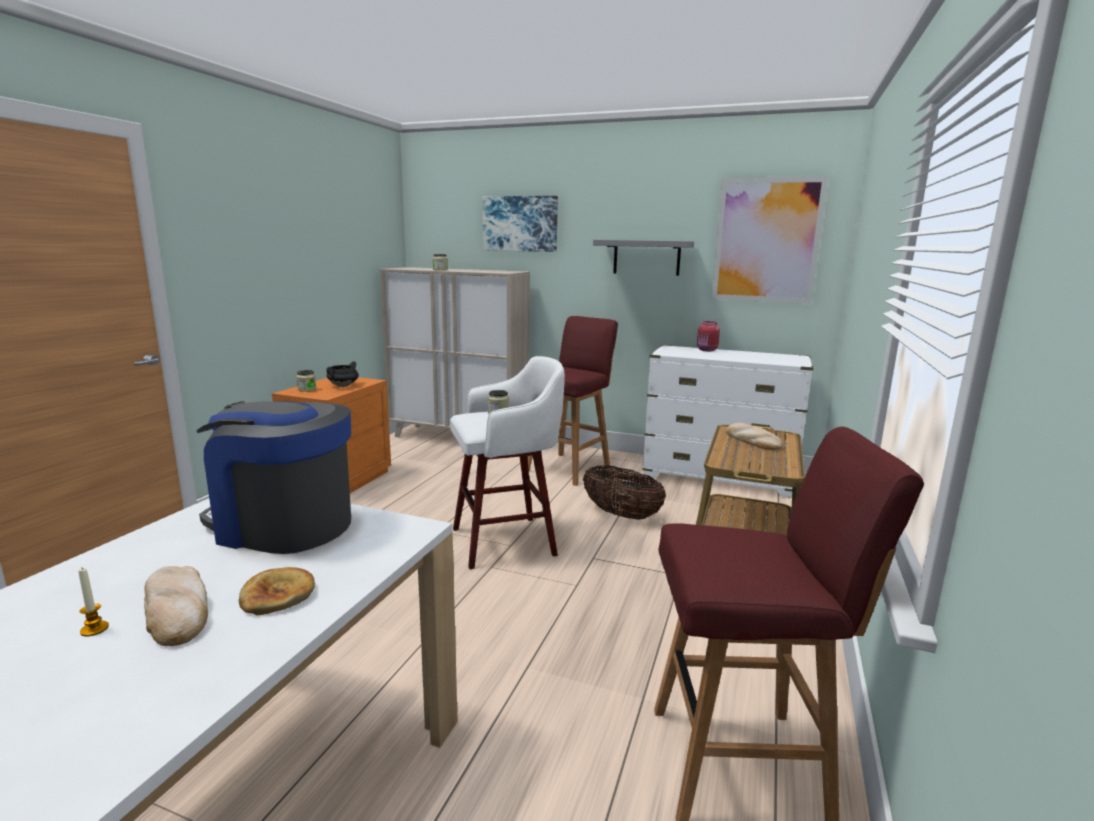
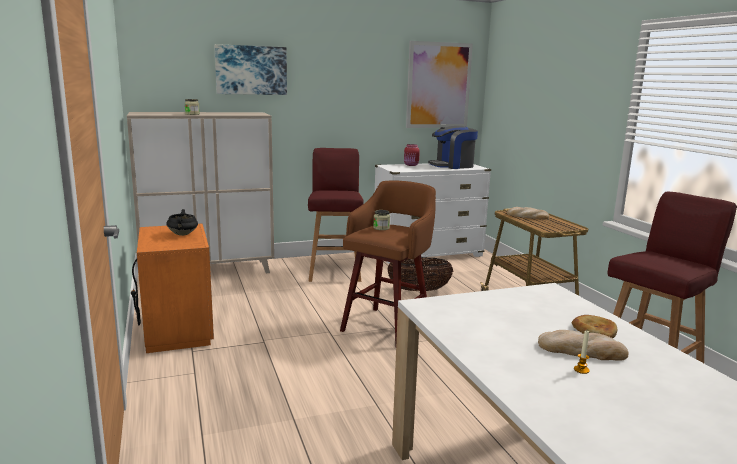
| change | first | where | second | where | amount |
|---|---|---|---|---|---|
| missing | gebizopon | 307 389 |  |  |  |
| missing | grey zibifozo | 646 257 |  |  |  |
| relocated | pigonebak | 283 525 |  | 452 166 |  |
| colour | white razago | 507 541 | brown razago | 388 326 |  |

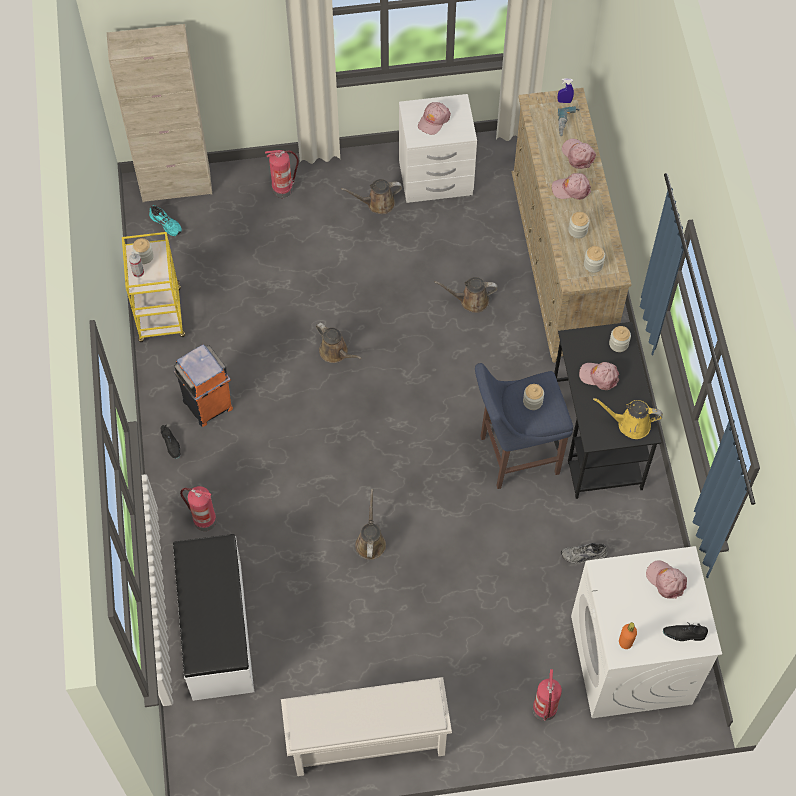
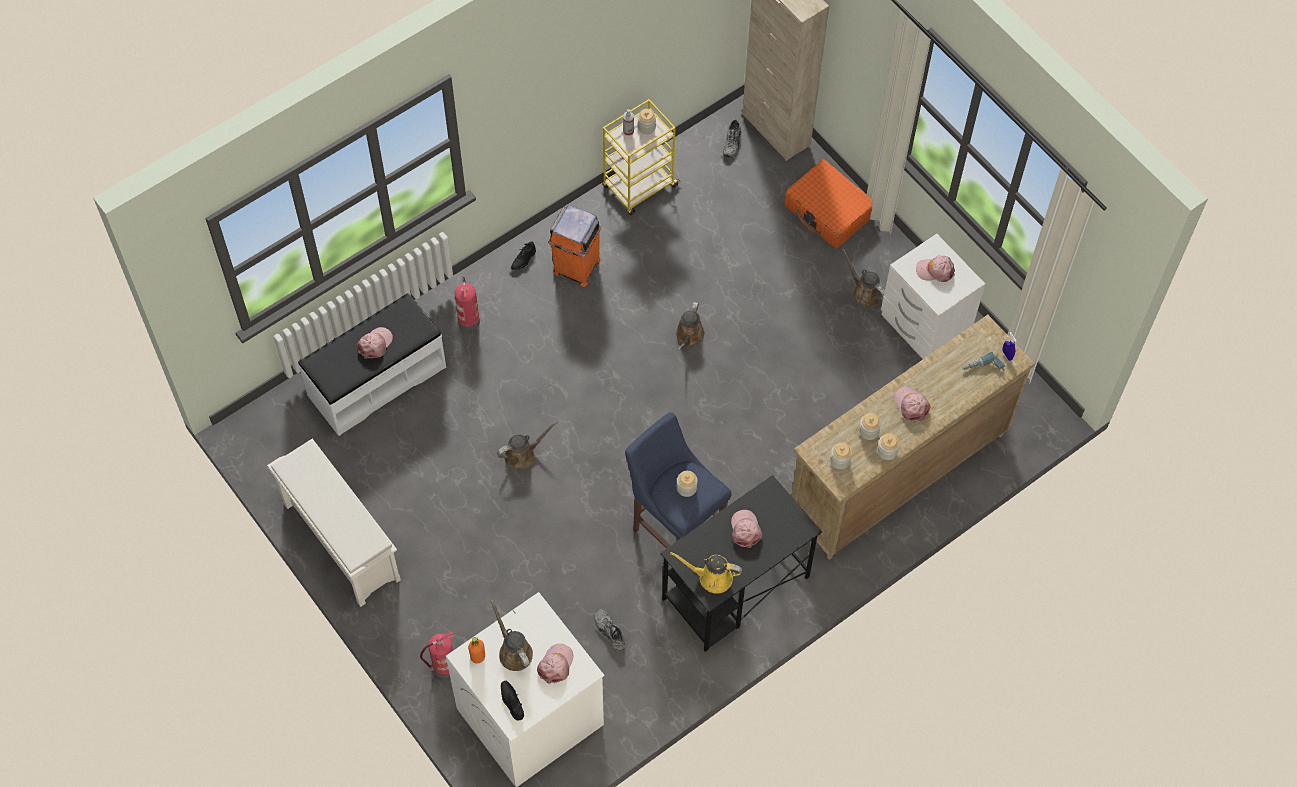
| change | first | where | second | where | amount |
|---|---|---|---|---|---|
| relocated | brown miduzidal | 471 300 |  | 513 651 |  |
| relocated | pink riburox | 578 155 |  | 375 344 |  |
| relocated | gebizopon | 618 344 |  | 887 451 |  |
| exchanged | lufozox | 283 189 | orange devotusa | 828 211 |  |
| colour | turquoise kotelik | 166 223 | grey kotelik | 733 143 |  |
| spun | yellow miduzidal | 630 424 |  | 711 577 | 60 degrees counterclockwise |

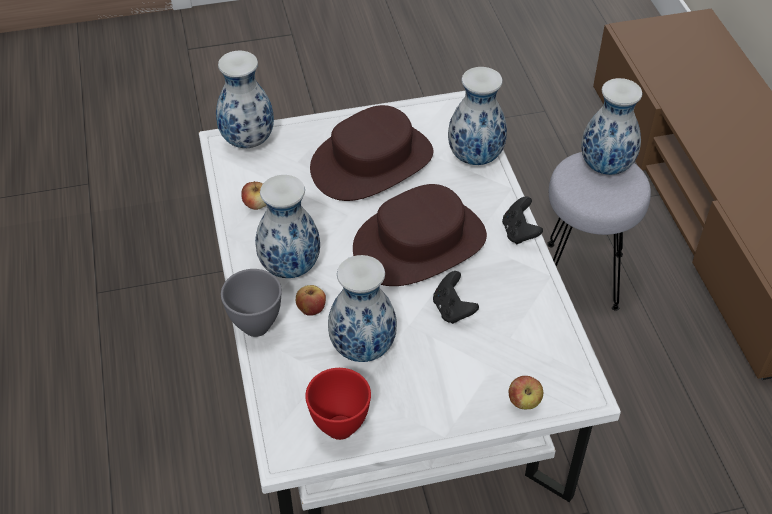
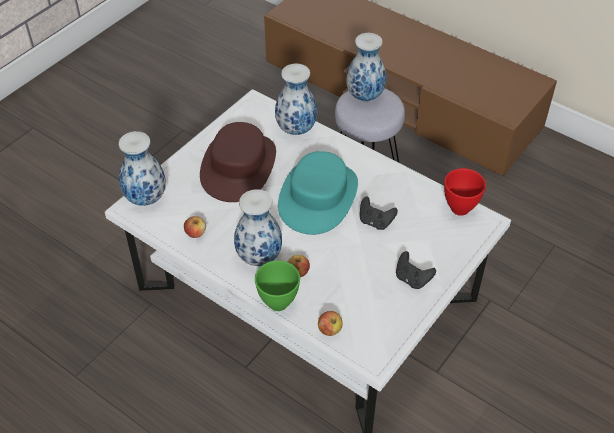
| change | first | where | second | where | amount |
|---|---|---|---|---|---|
| missing | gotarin | 363 347 |  |  |  |
| relocated | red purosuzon | 341 428 |  | 461 208 |  |
| relocated | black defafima | 519 232 |  | 412 279 |  |
| relocated | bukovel | 524 402 |  | 330 330 |  |
| colour | grey purosuzon | 256 327 | green purosuzon | 279 303 |  |
| colour | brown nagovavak | 420 244 | turquoise nagovavak | 318 197 |  |

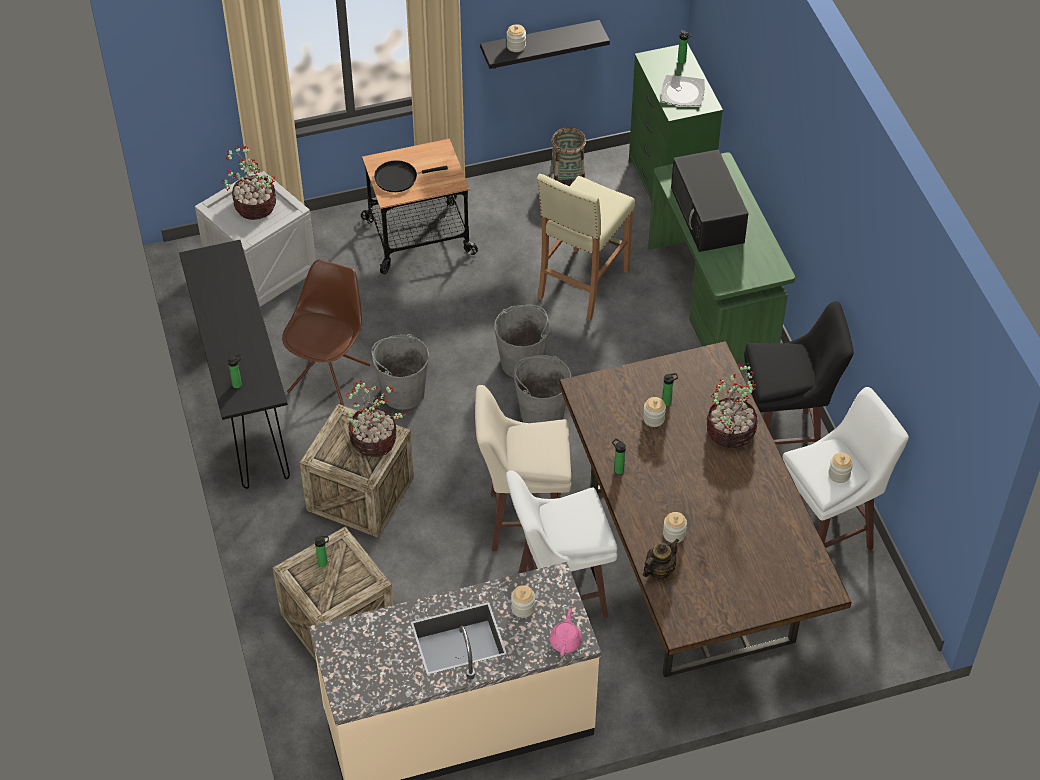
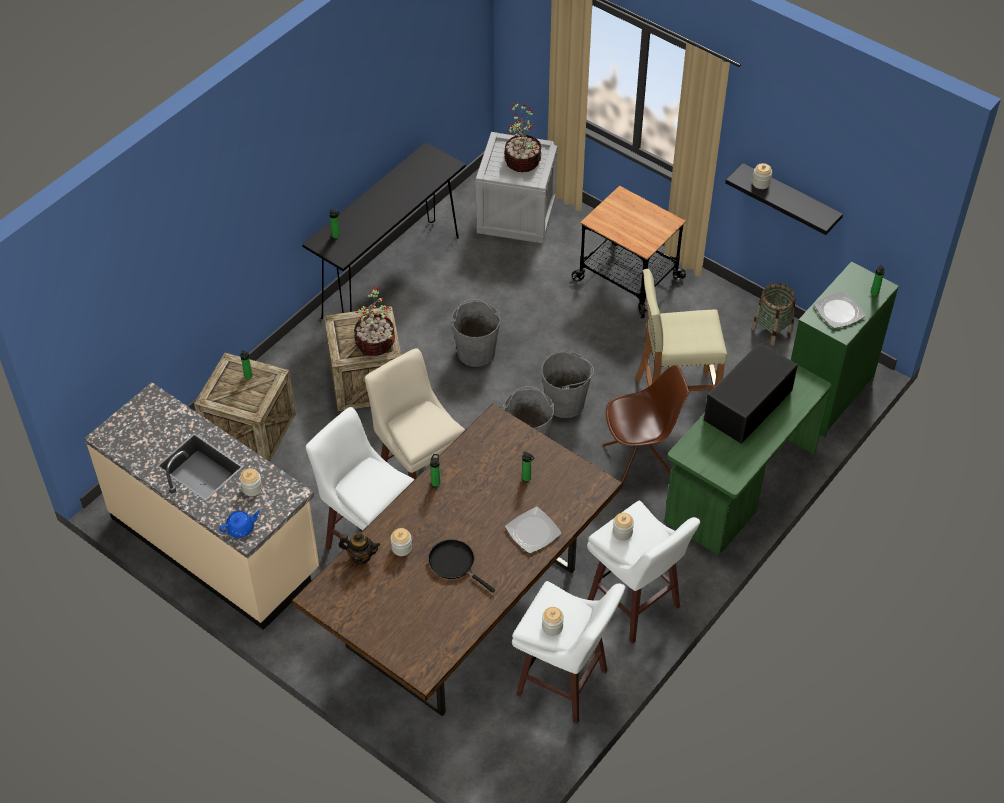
| change | first | where | second | where | amount |
|---|---|---|---|---|---|
| relocated | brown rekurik | 330 377 |  | 640 461 |  |
| relocated | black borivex | 399 178 |  | 454 563 |  |
| relocated | gebizopon | 653 419 |  | 622 532 |  |
| exchanged | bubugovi | 731 430 | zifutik | 533 532 |  |
| colour | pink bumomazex | 565 641 | blue bumomazex | 241 528 |  |
| colour | black razago | 783 440 | white razago | 635 606 |  |

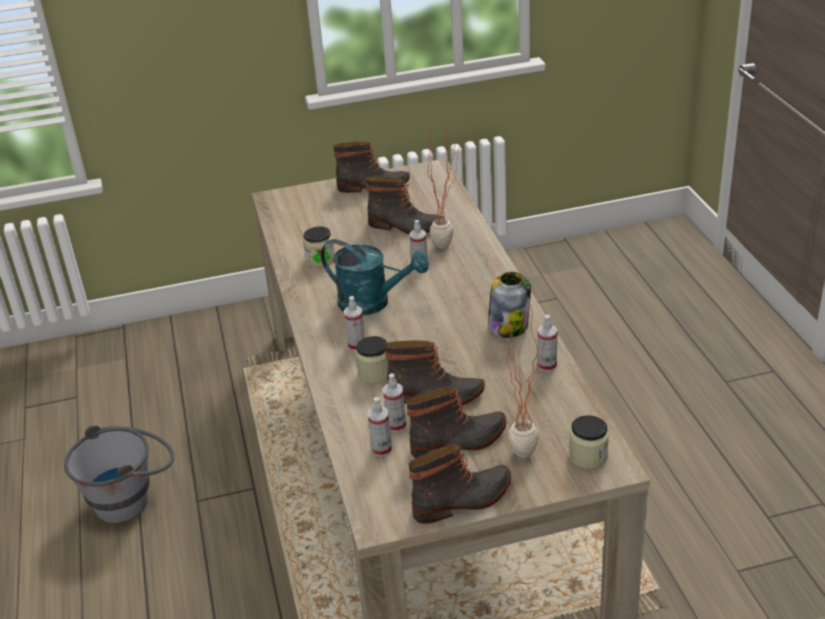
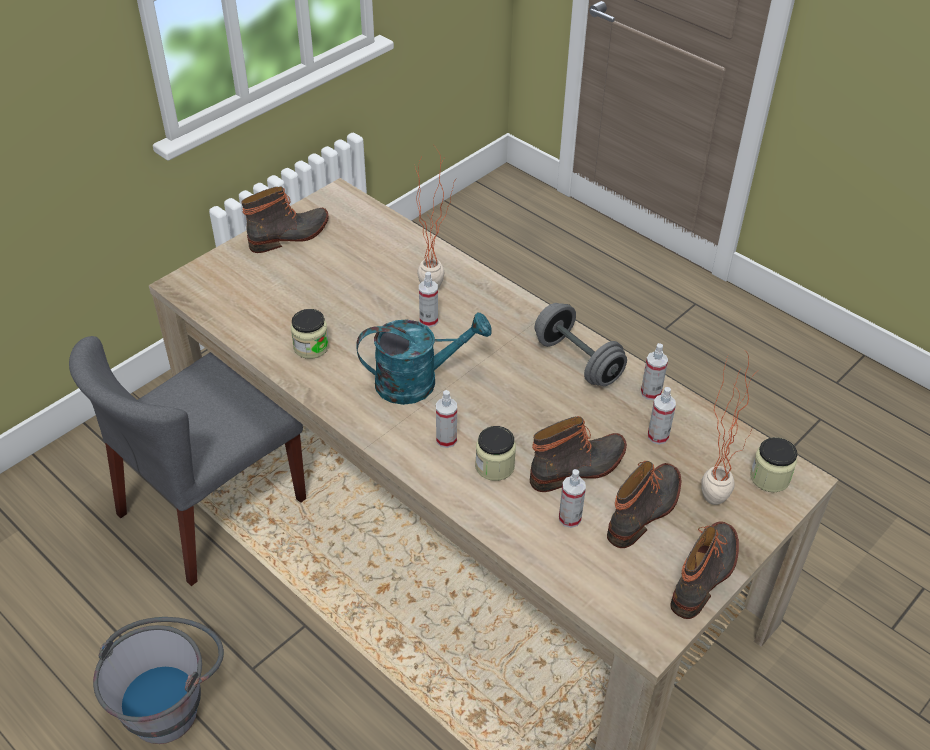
| change | first | where | second | where | amount |
|---|---|---|---|---|---|
| missing | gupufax | 405 226 |  |  |  |
| appeared |  |  | grey rekurik | 211 508 |  |
| relocated | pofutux | 381 449 |  | 658 436 |  |
| exchanged | gebizopon | 508 326 | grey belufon | 578 361 |  |

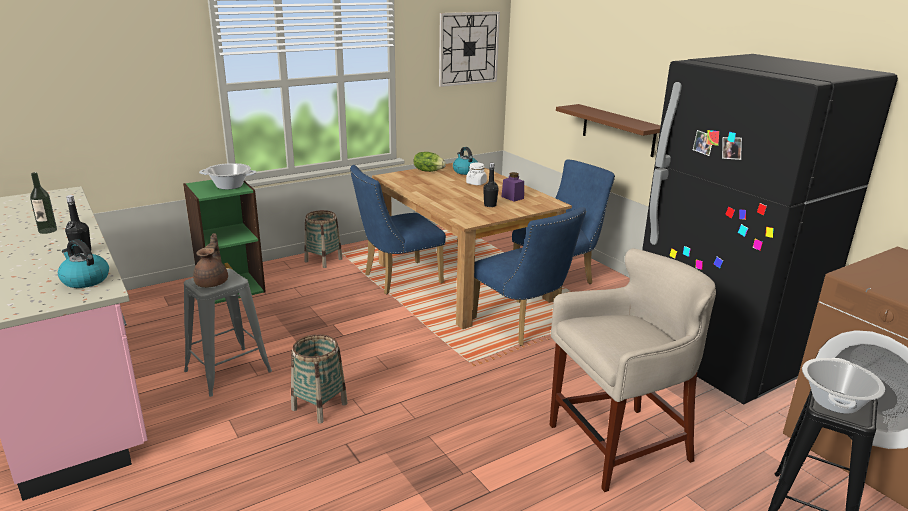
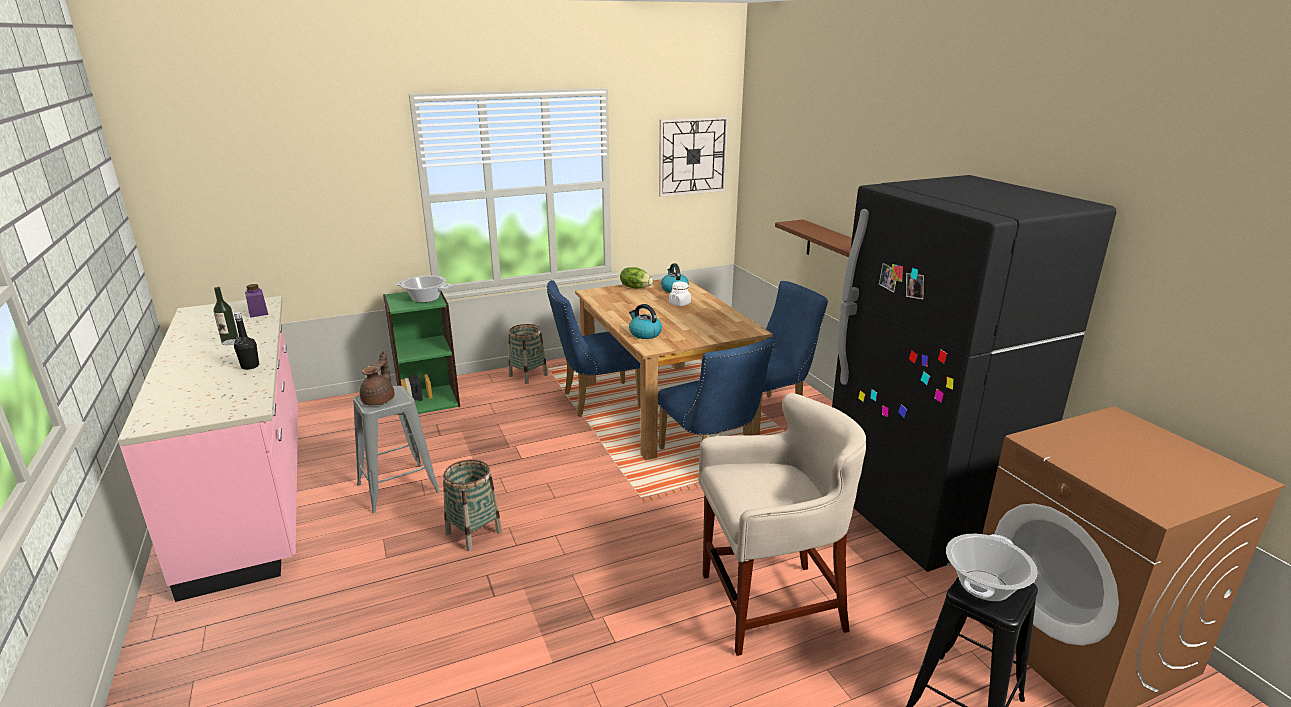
| change | first | where | second | where | amount |
|---|---|---|---|---|---|
| missing | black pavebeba | 490 205 |  |  |  |
| relocated | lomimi | 85 280 |  | 644 334 |  |
| relocated | purple gebizopon | 512 197 |  | 258 313 |  |

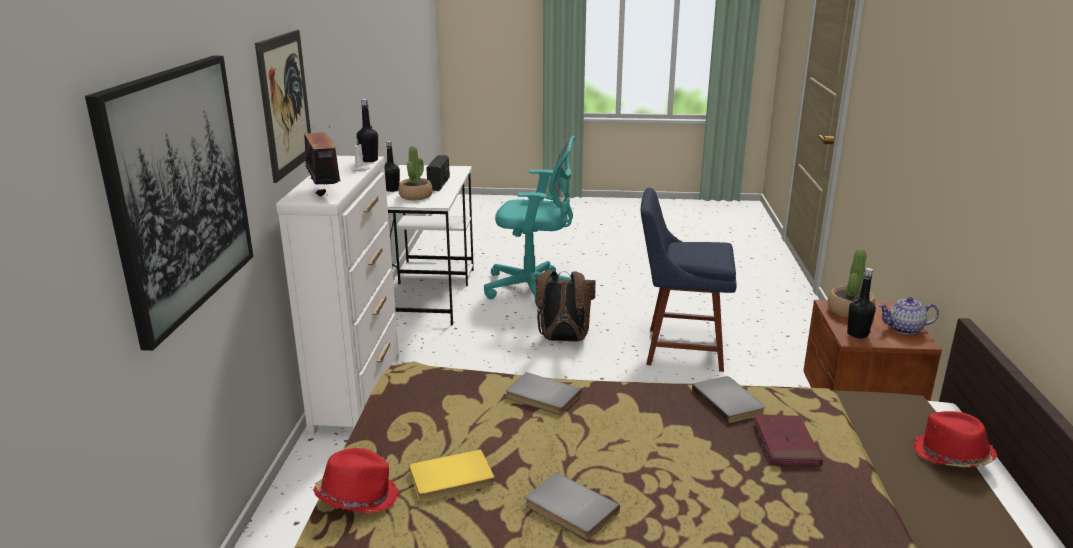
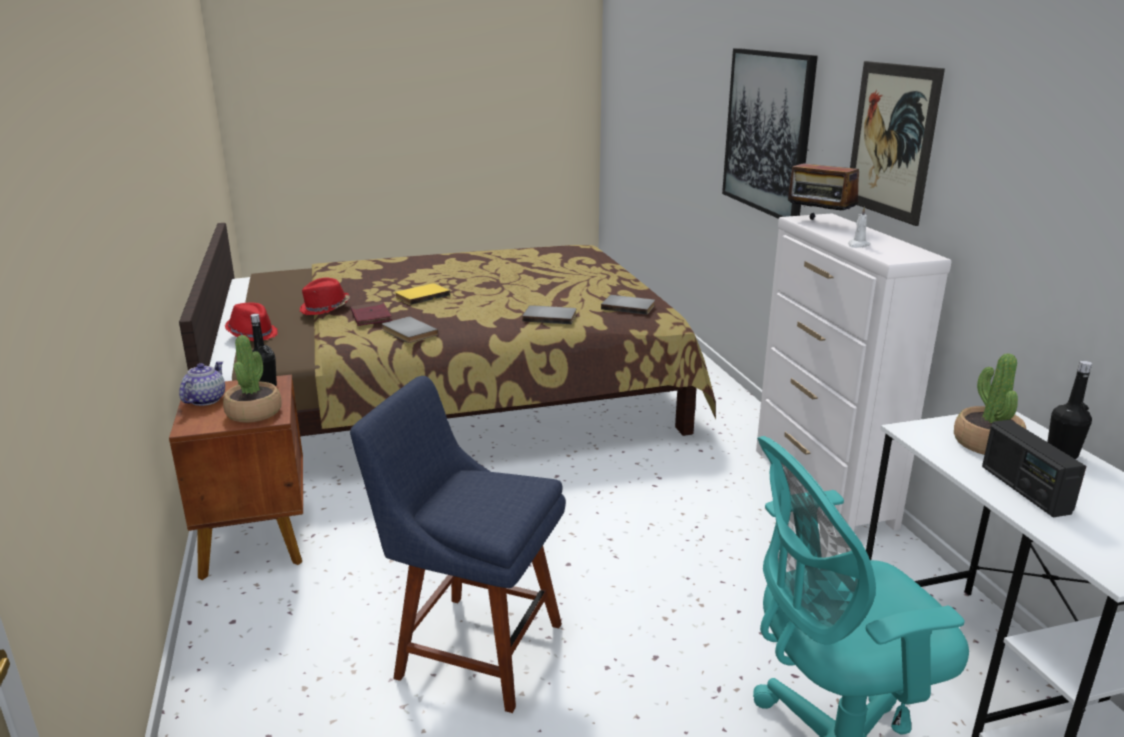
| change | first | where | second | where | amount |
|---|---|---|---|---|---|
| missing | black pavebeba | 369 160 |  |  |  |
| missing | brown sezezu | 562 339 |  |  |  |
| relocated | red nagovavak | 358 497 |  | 325 308 |  |
| relocated | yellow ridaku | 452 480 |  | 421 296 |  |
| relocated | grey ridaku | 569 510 |  | 628 306 |  |
| spun | blue rekurik | 679 349 |  | 472 647 | 150 degrees counterclockwise |
| spun | bumomazex | 904 329 |  | 205 400 | 60 degrees counterclockwise |

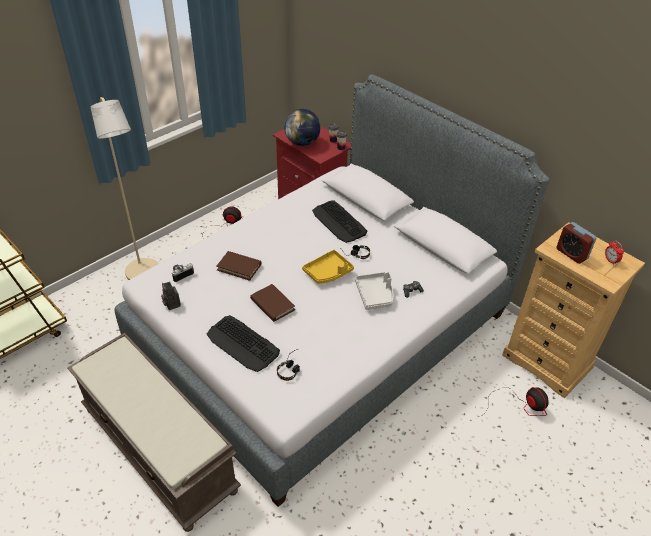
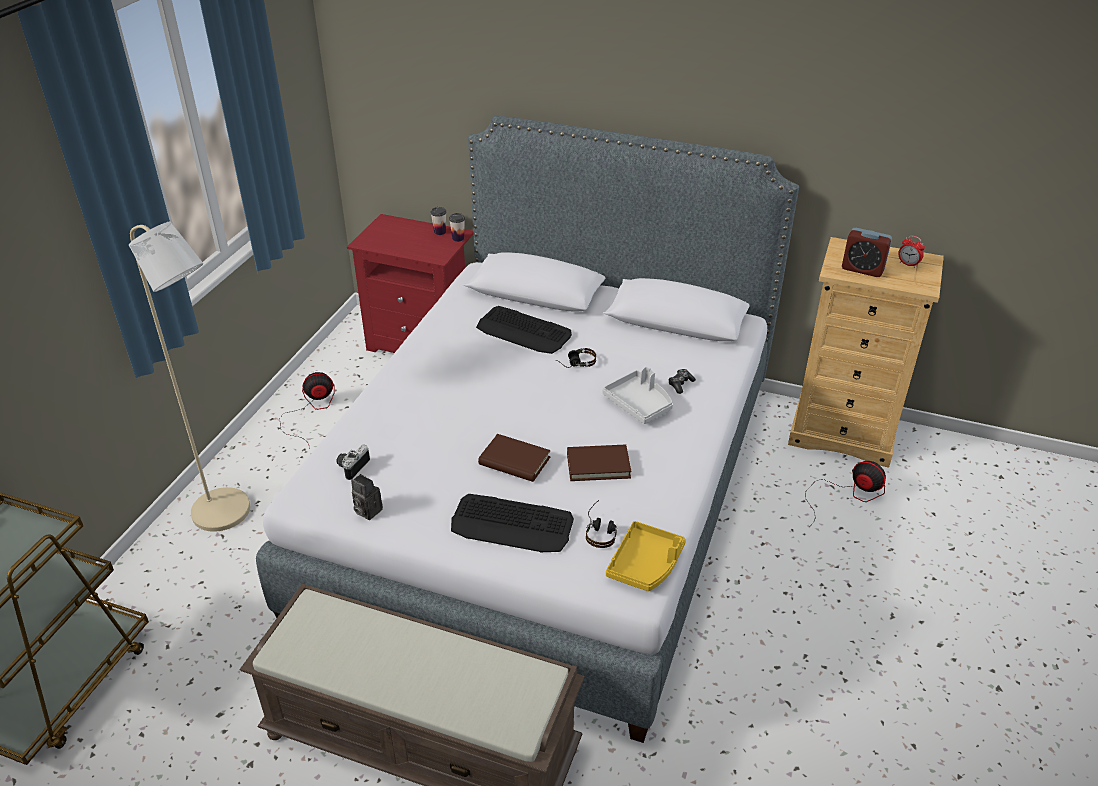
| change | first | where | second | where | amount |
|---|---|---|---|---|---|
| missing | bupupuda | 302 142 |  |  |  |
| relocated | brown ridaku | 239 267 |  | 598 465 |  |
| relocated | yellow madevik | 328 272 |  | 645 564 |  |

